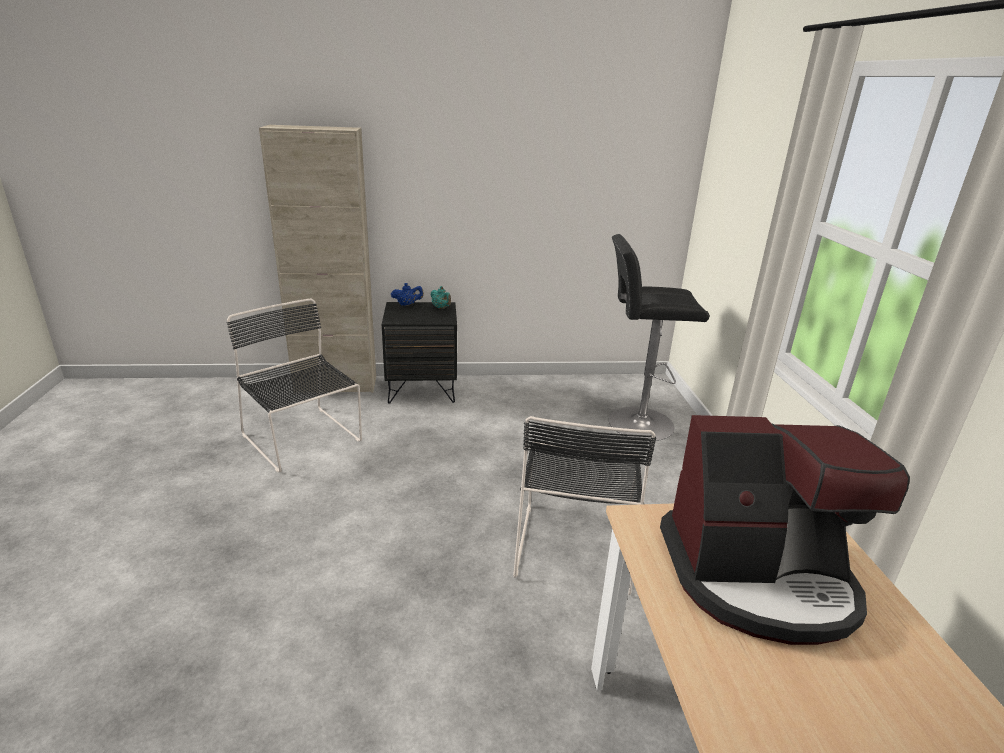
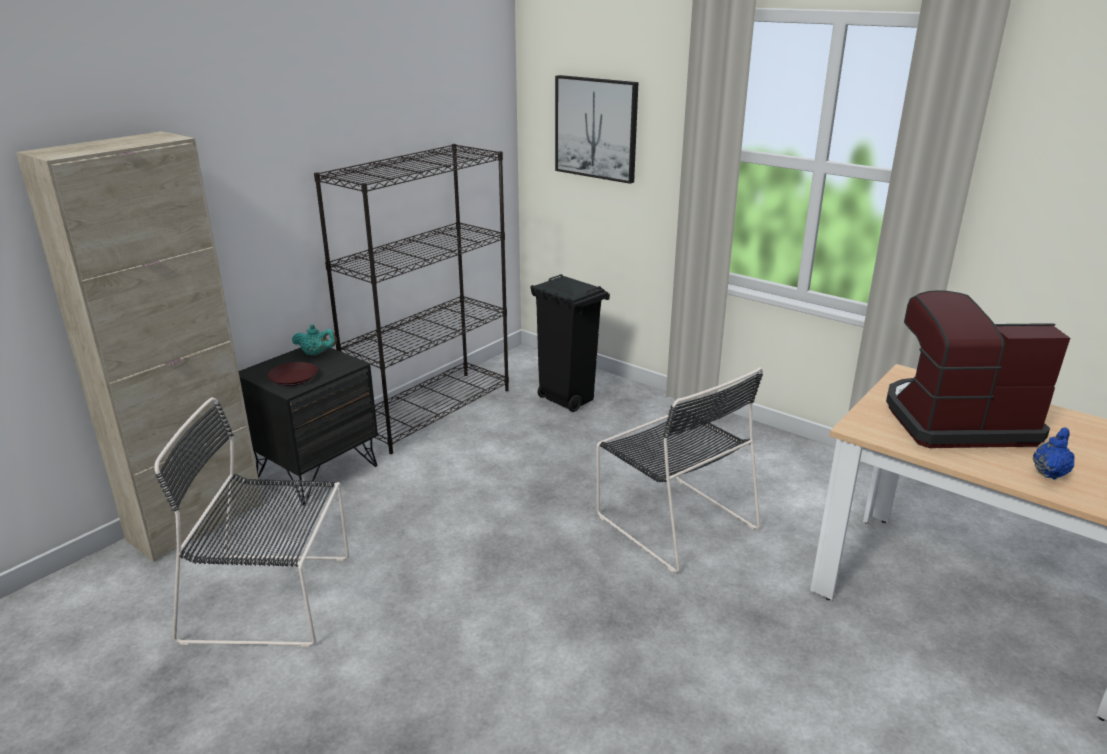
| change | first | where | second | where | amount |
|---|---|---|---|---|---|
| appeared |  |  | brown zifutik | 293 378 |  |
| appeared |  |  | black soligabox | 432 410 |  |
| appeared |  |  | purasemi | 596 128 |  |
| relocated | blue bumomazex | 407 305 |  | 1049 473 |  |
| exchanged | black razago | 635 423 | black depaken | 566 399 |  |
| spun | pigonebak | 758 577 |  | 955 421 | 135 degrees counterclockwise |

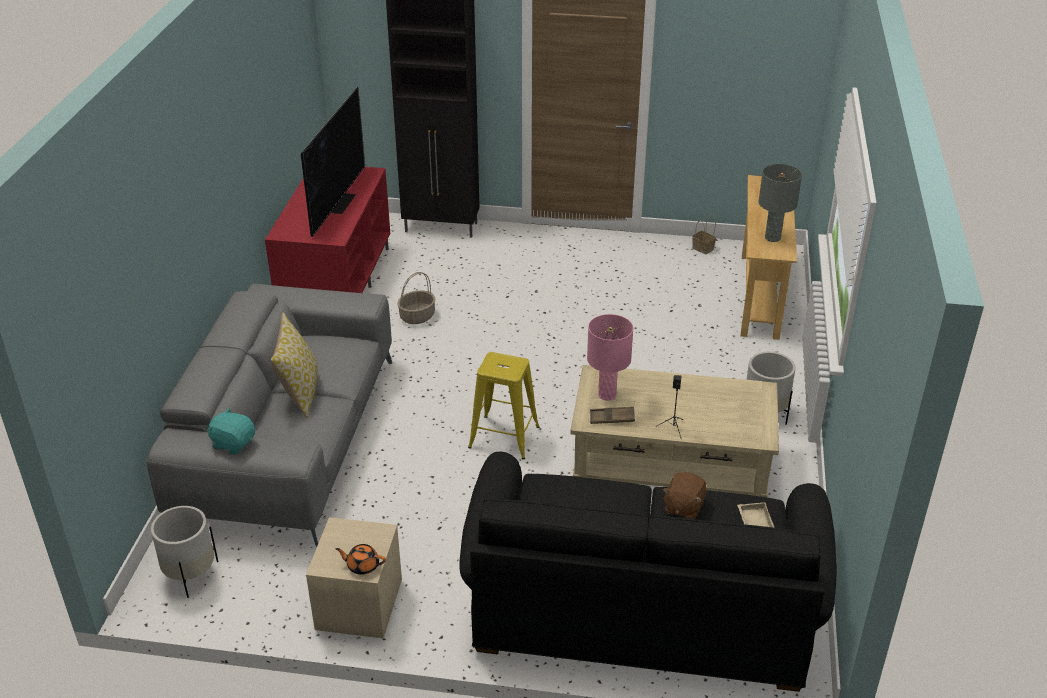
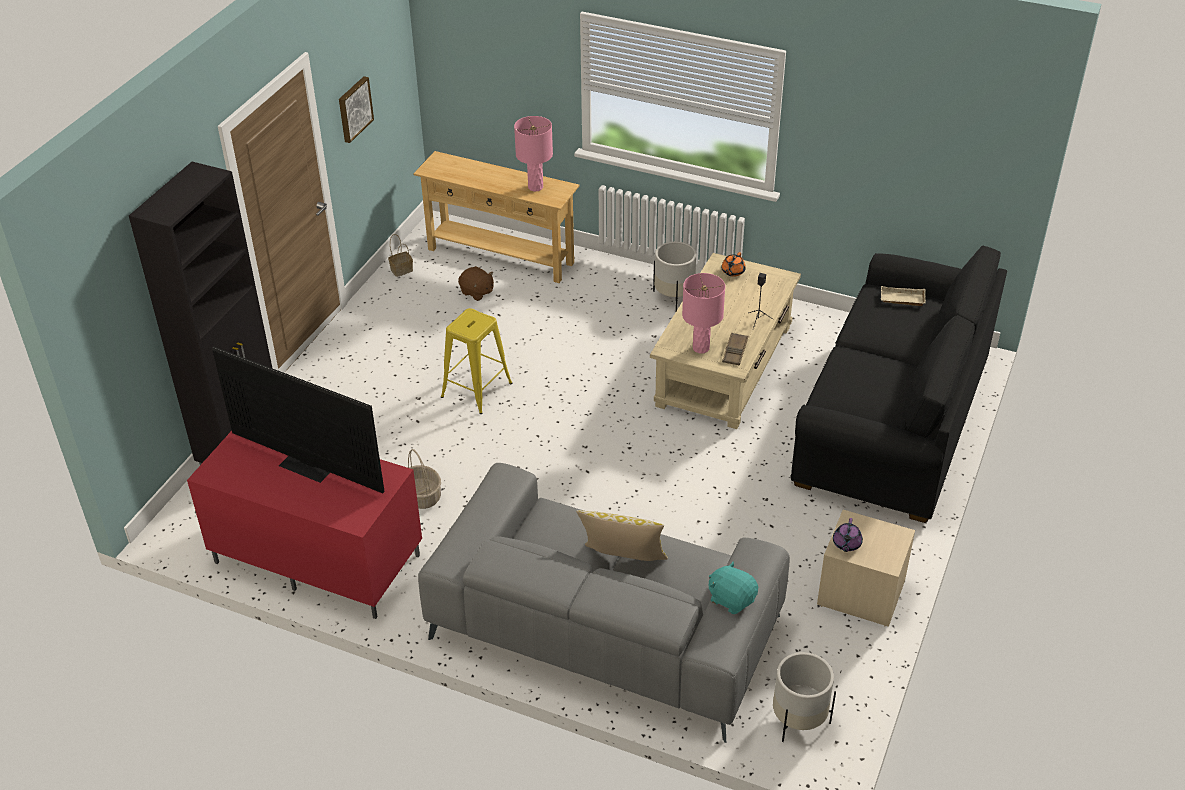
| change | first | where | second | where | amount |
|---|---|---|---|---|---|
| appeared |  |  | purasemi | 354 109 |  |
| appeared |  |  | purple bumomazex | 846 544 |  |
| relocated | orange bumomazex | 362 566 |  | 732 272 |  |
| relocated | yellow razago | 504 437 |  | 476 390 |  |
| relocated | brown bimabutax | 683 507 |  | 477 292 |  |
| colour | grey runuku | 773 238 | pink runuku | 536 187 |  |
| spun | turquoise bimabutax | 233 443 |  | 731 599 | 90 degrees clockwise |

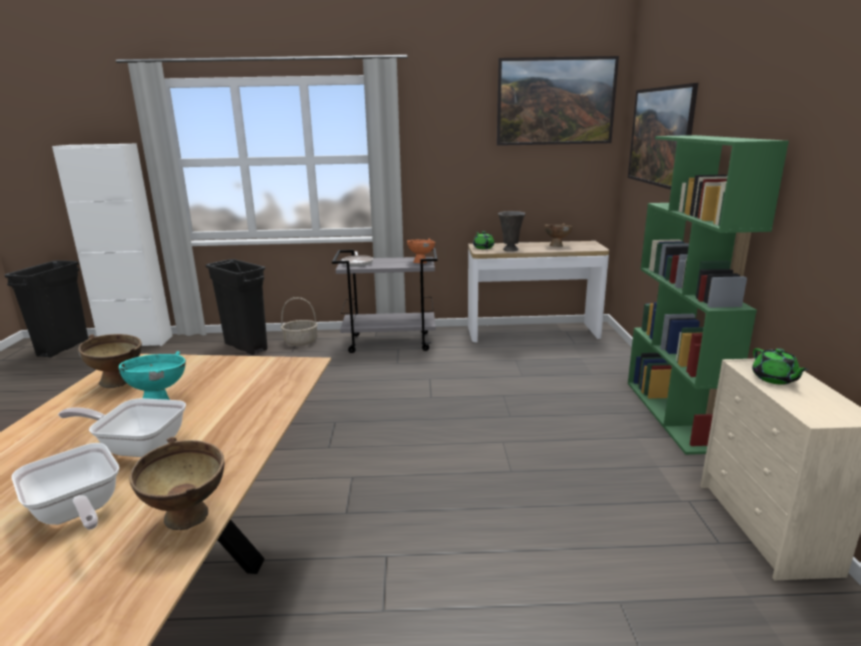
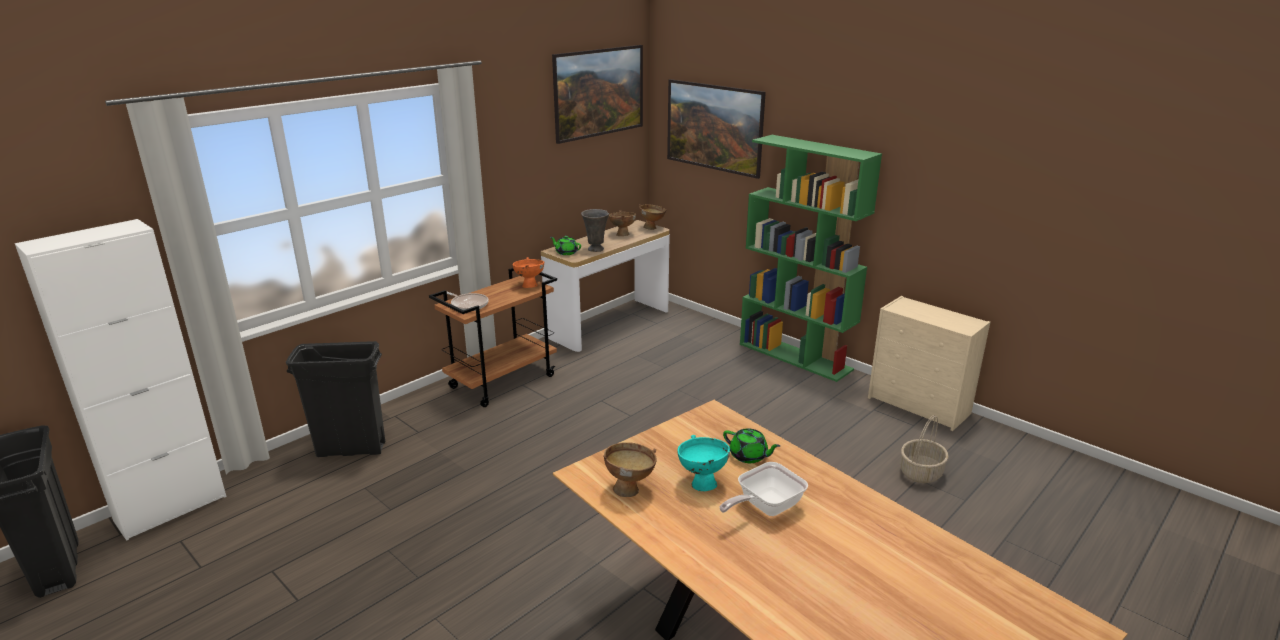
| change | first | where | second | where | amount |
|---|---|---|---|---|---|
| missing | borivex | 77 513 |  |  |  |
| relocated | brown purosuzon | 189 521 |  | 652 228 |  |
| relocated | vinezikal | 301 341 |  | 920 472 |  |
| relocated | green bumomazex | 774 379 |  | 749 456 |  |
| colour | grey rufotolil | 390 342 | brown rufotolil | 503 381 |  |

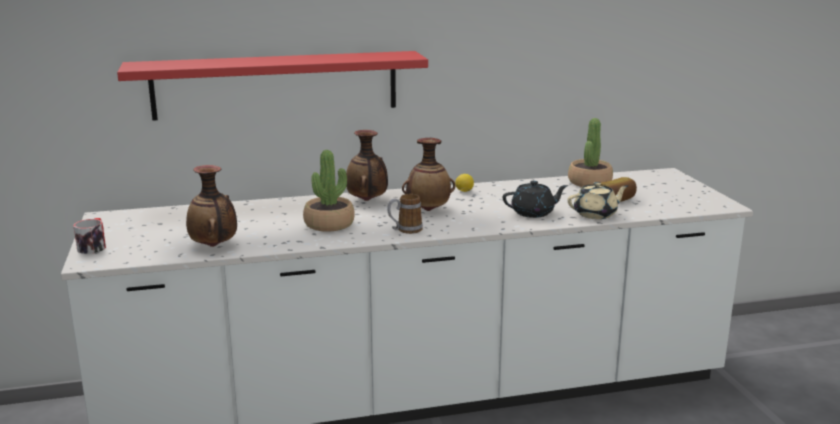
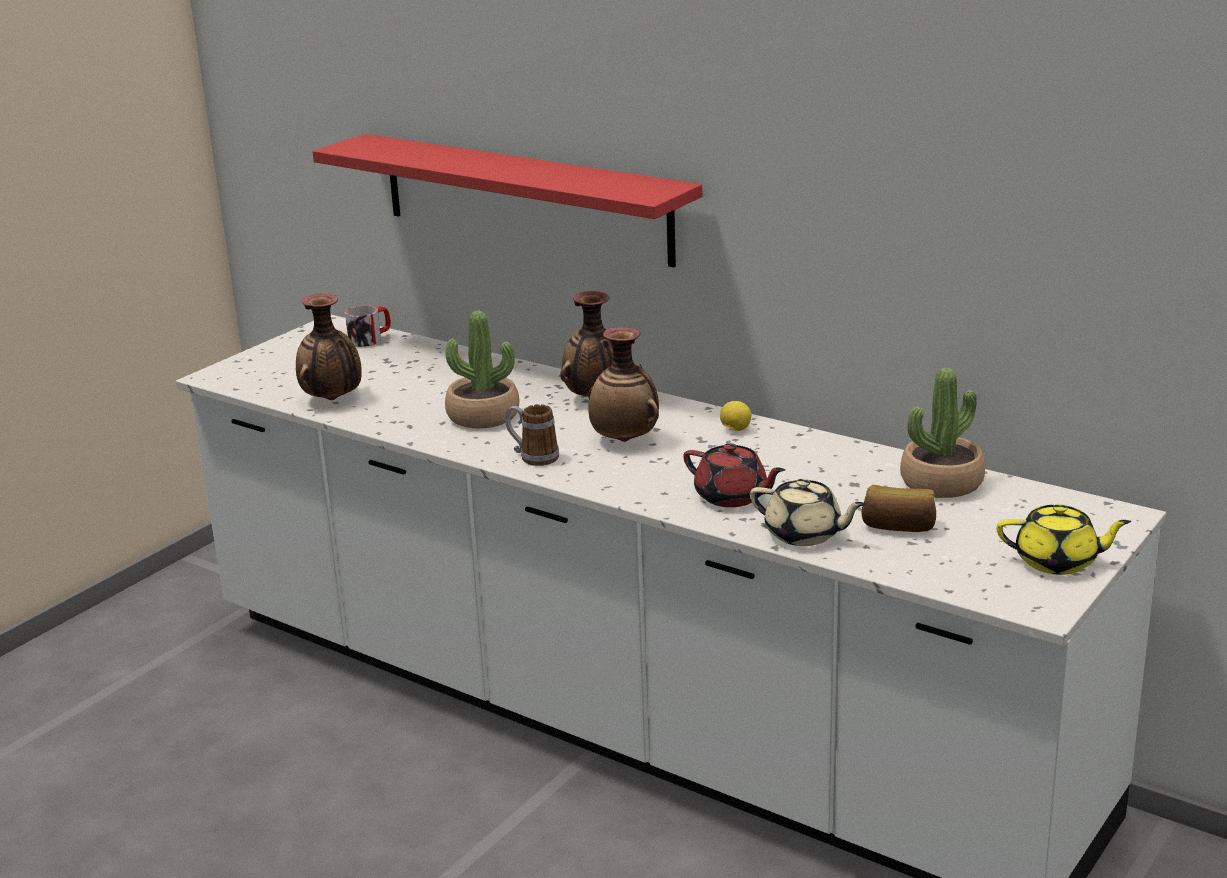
| change | first | where | second | where | amount |
|---|---|---|---|---|---|
| appeared |  |  | yellow bumomazex | 1058 562 |  |
| relocated | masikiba | 94 246 |  | 370 339 |  |
| colour | black bumomazex | 533 213 | red bumomazex | 732 497 |  |

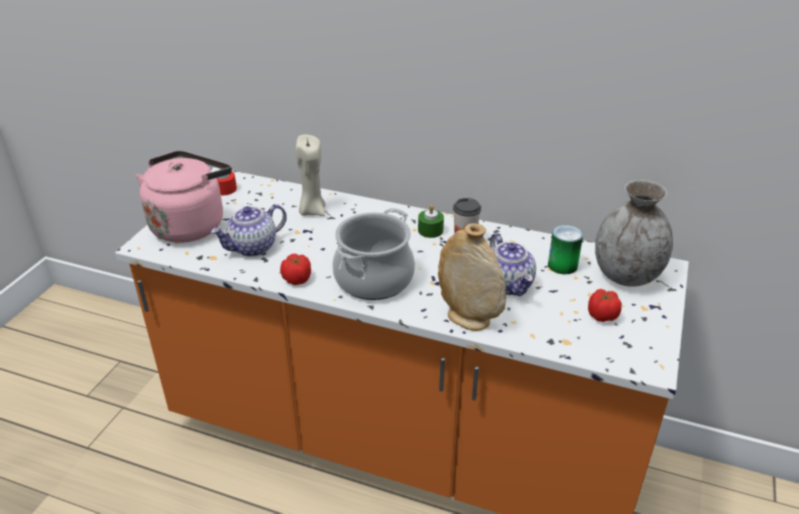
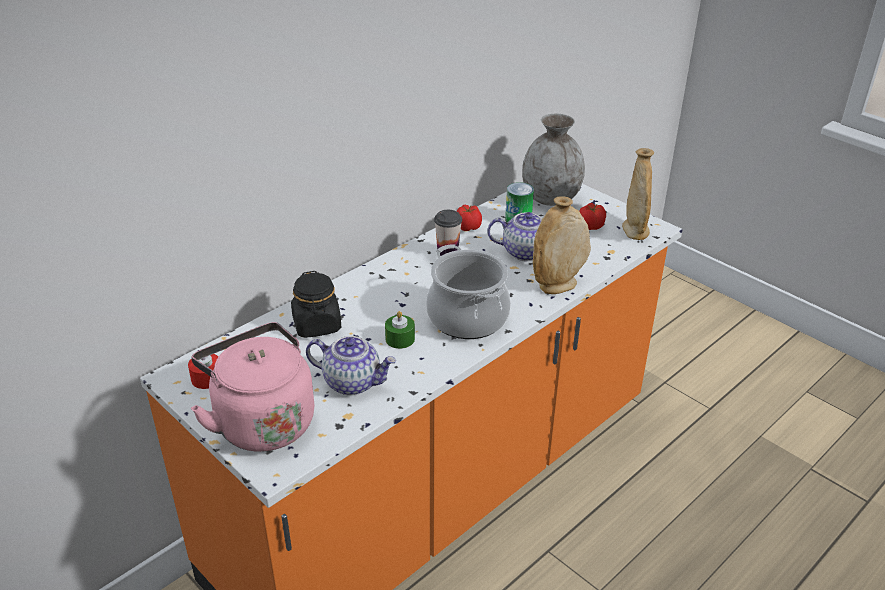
| change | first | where | second | where | amount |
|---|---|---|---|---|---|
| appeared |  |  | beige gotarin | 635 230 |  |
| relocated | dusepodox | 297 279 |  | 467 227 |  |
| relocated | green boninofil | 430 230 |  | 400 339 |  |
| exchanged | beige boninofil | 312 211 | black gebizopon | 317 325 |  |
| spun | bumomazex | 253 247 |  | 353 382 | 60 degrees counterclockwise |

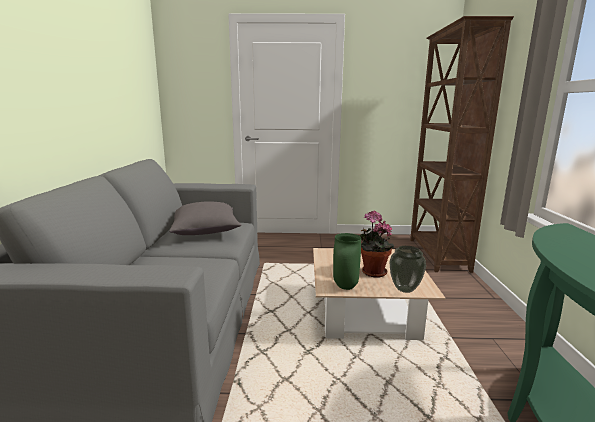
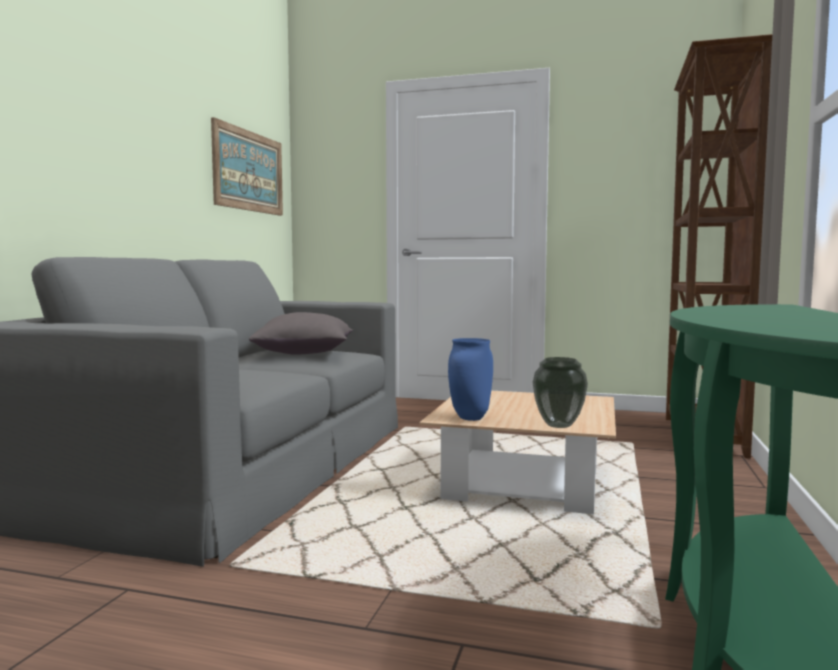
| change | first | where | second | where | amount |
|---|---|---|---|---|---|
| missing | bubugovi | 371 272 |  |  |  |
| appeared |  |  | purasemi | 248 171 |  |
| colour | green gotarin | 346 287 | blue gotarin | 471 418 |  |

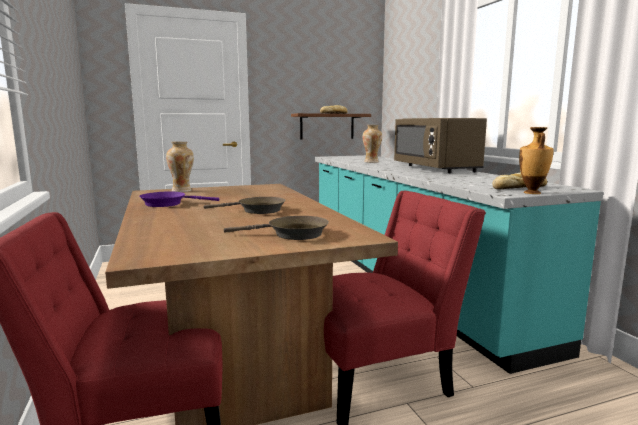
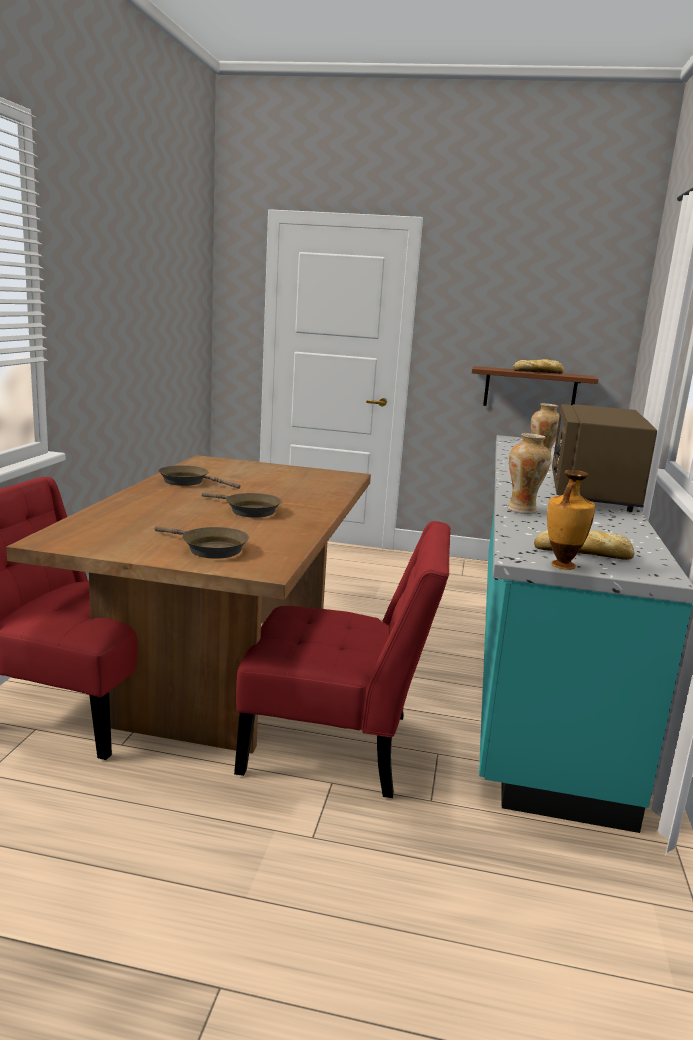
| change | first | where | second | where | amount |
|---|---|---|---|---|---|
| relocated | gotarin | 182 191 |  | 523 510 |  |
| colour | purple borivex | 168 204 | brown borivex | 188 482 |  |

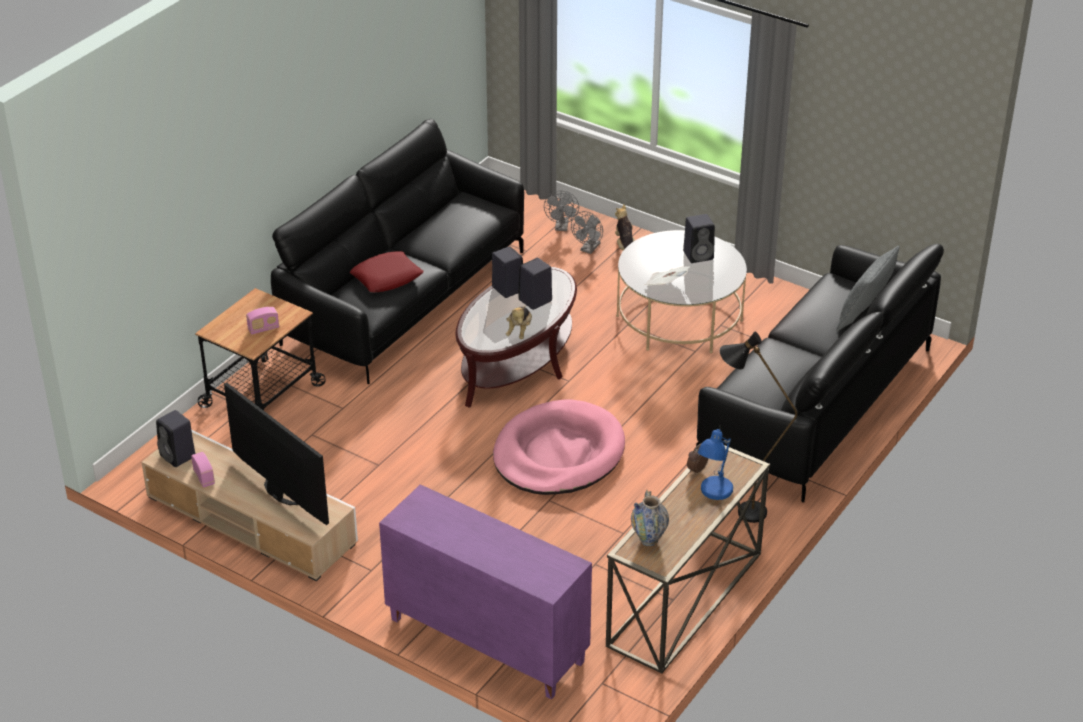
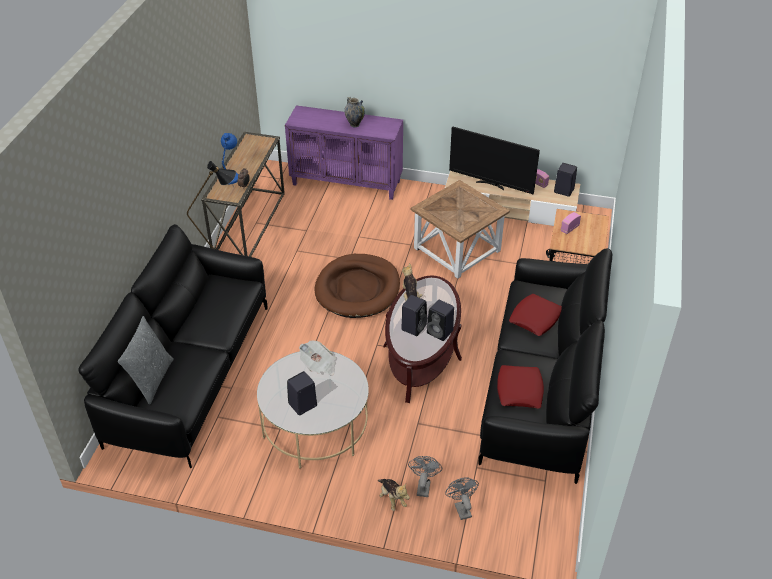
| change | first | where | second | where | amount |
|---|---|---|---|---|---|
| appeared |  |  | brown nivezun | 458 249 |  |
| appeared |  |  | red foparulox | 519 390 |  |
| relocated | gotarin | 649 539 |  | 354 124 |  |
| colour | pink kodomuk | 558 454 | brown kodomuk | 357 289 |  |

